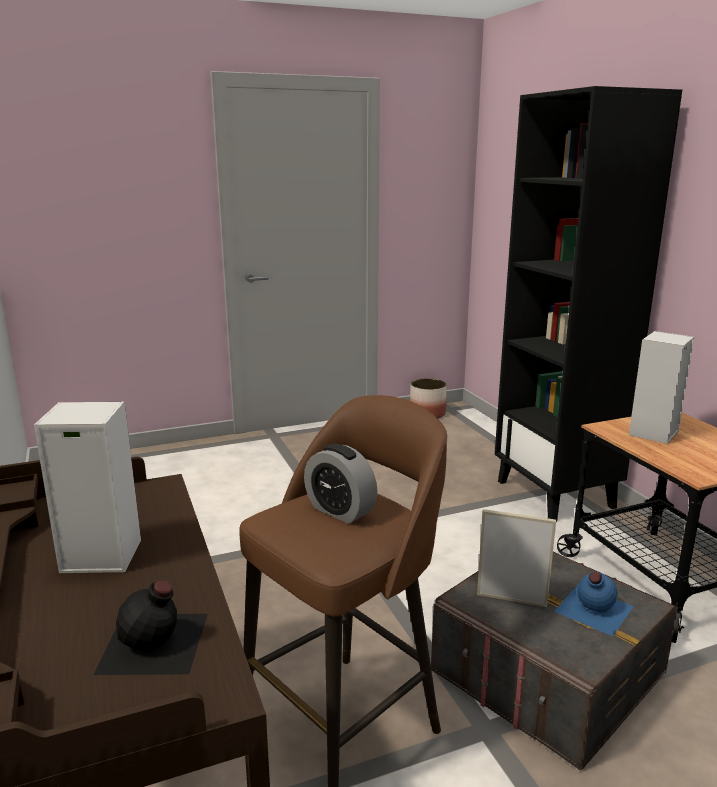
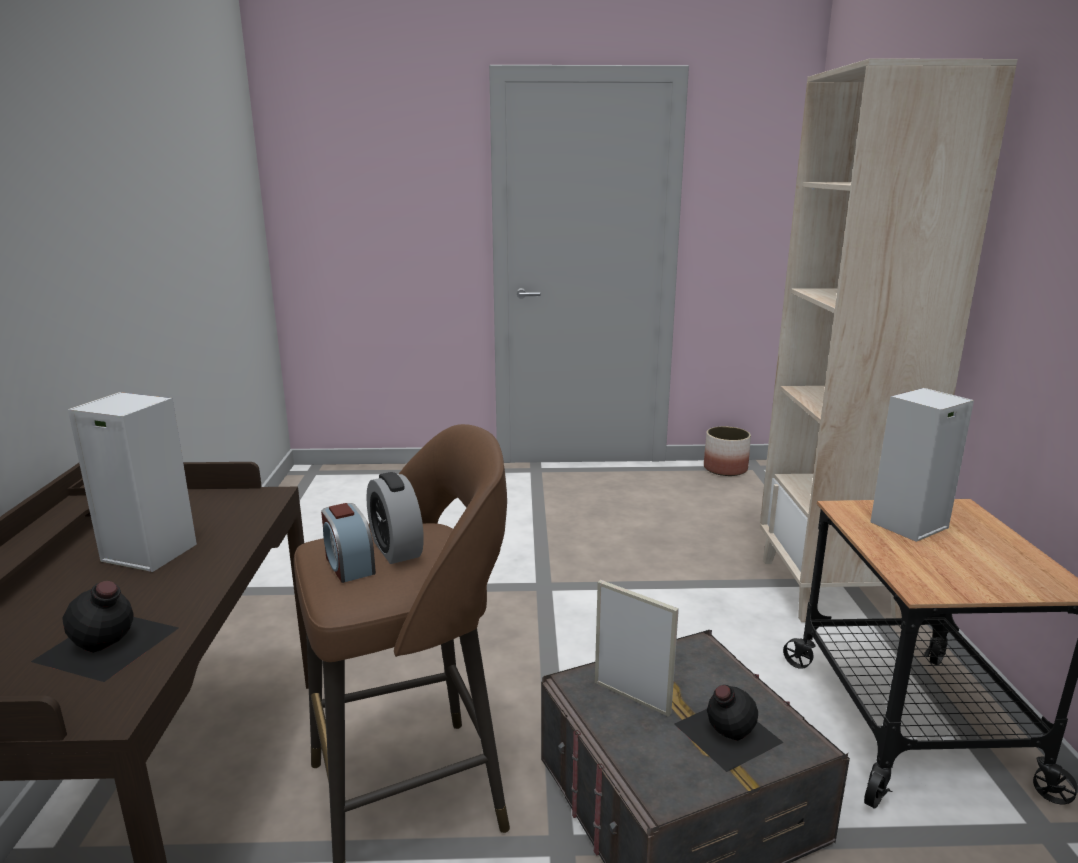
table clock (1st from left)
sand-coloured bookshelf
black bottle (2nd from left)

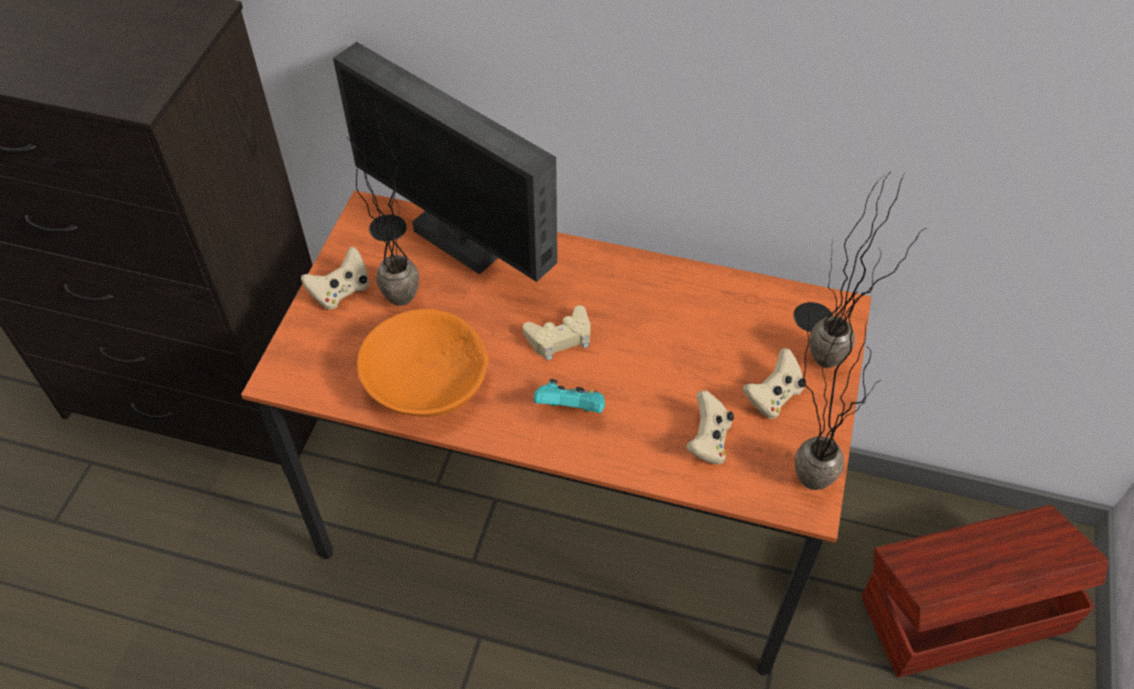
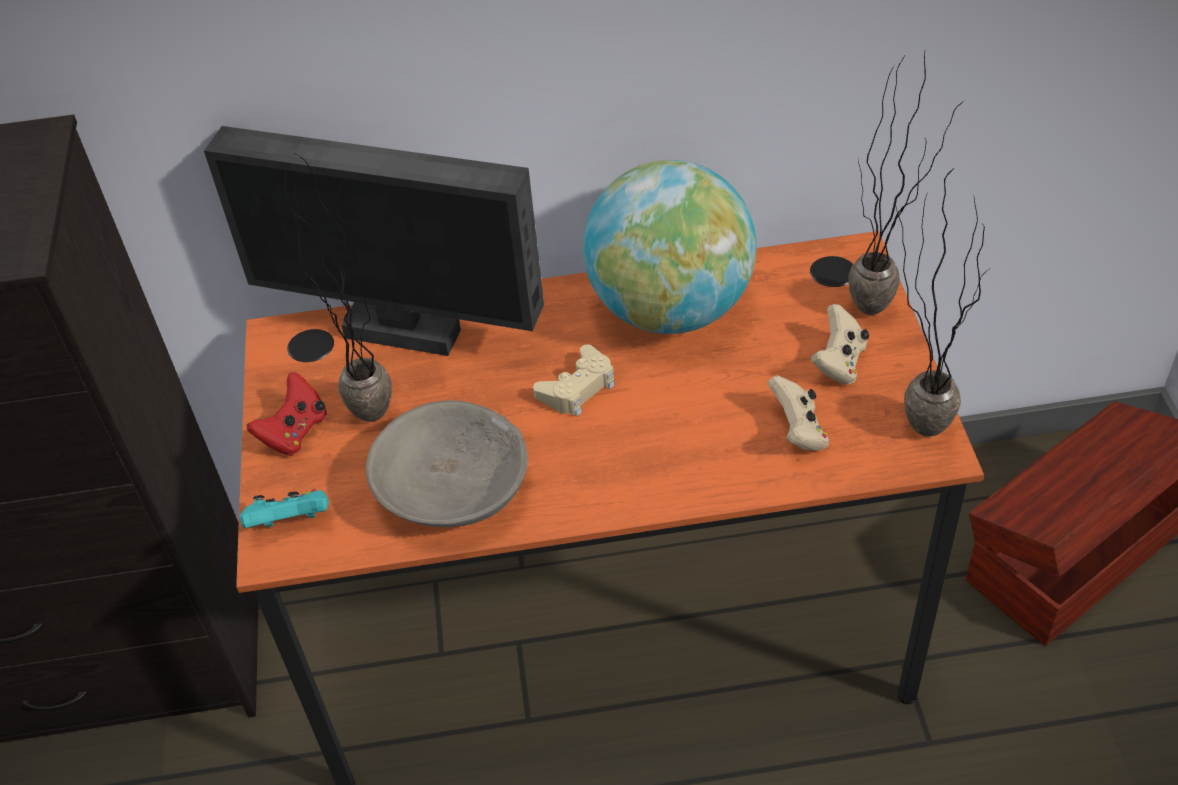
desk globe
blue-green joypad
red-coloured joypad
grey deep dish

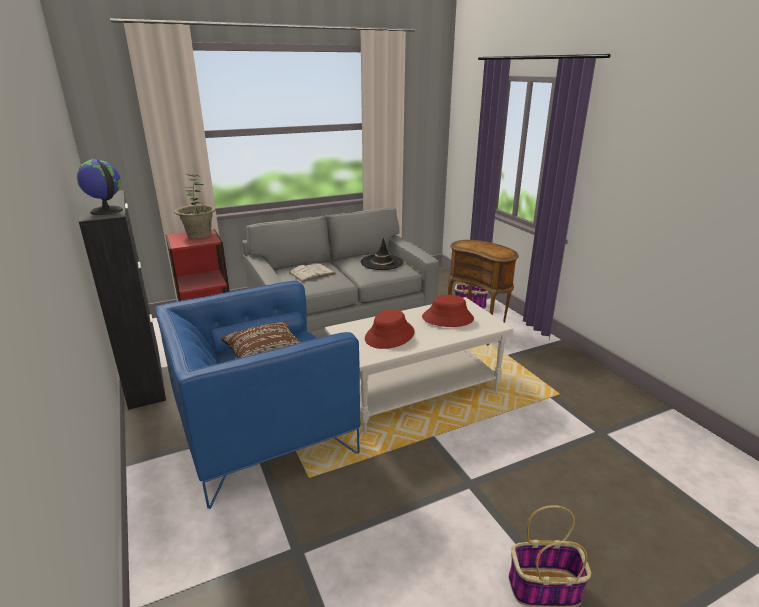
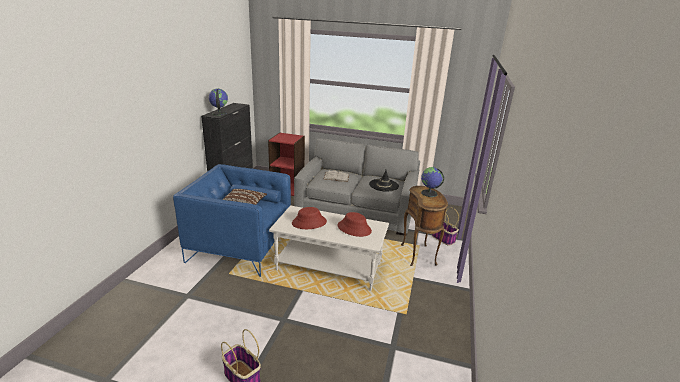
plant in a pot
desk globe (2nd from left)

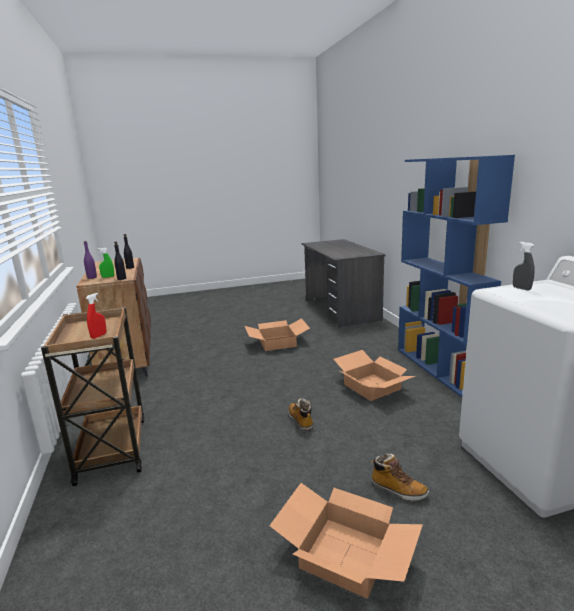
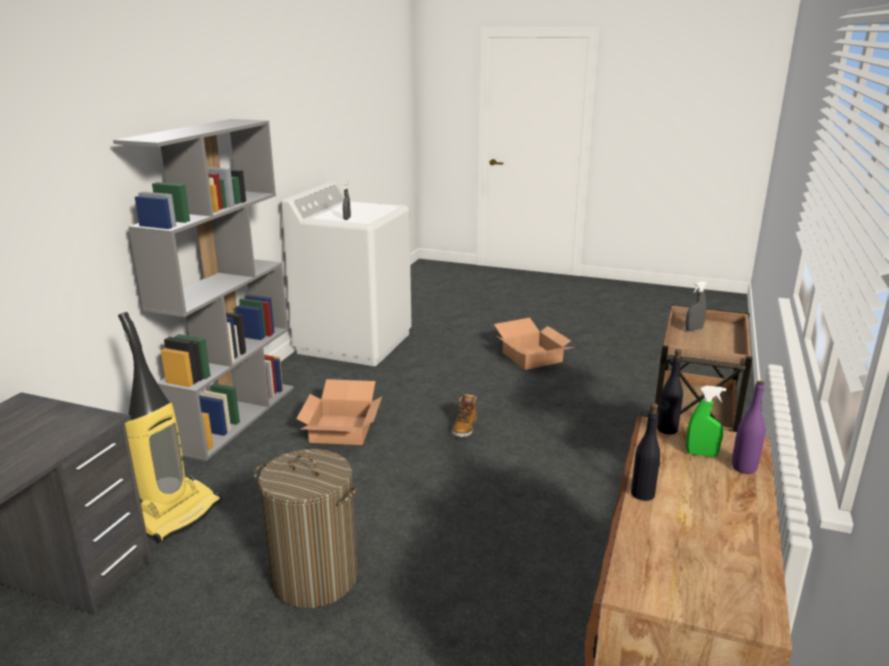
tall boot (2nd from left in the first image)
vacuum cleaner
hamper
grey sprayer (2nd from left)
grey bookshelf

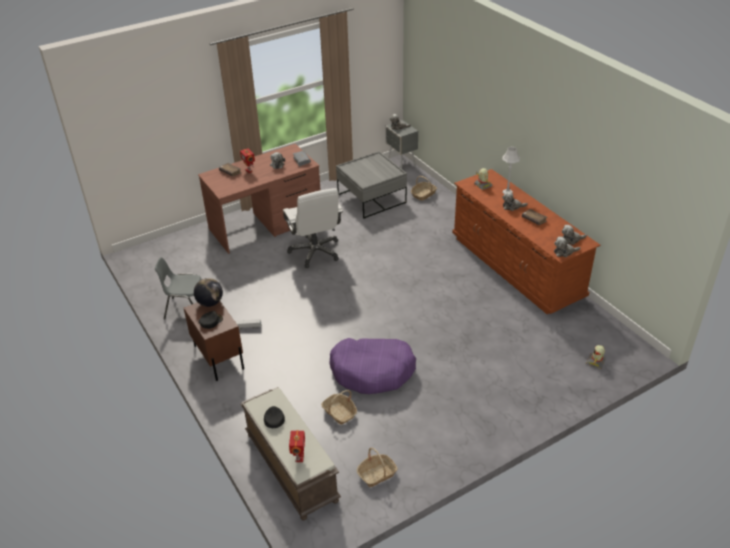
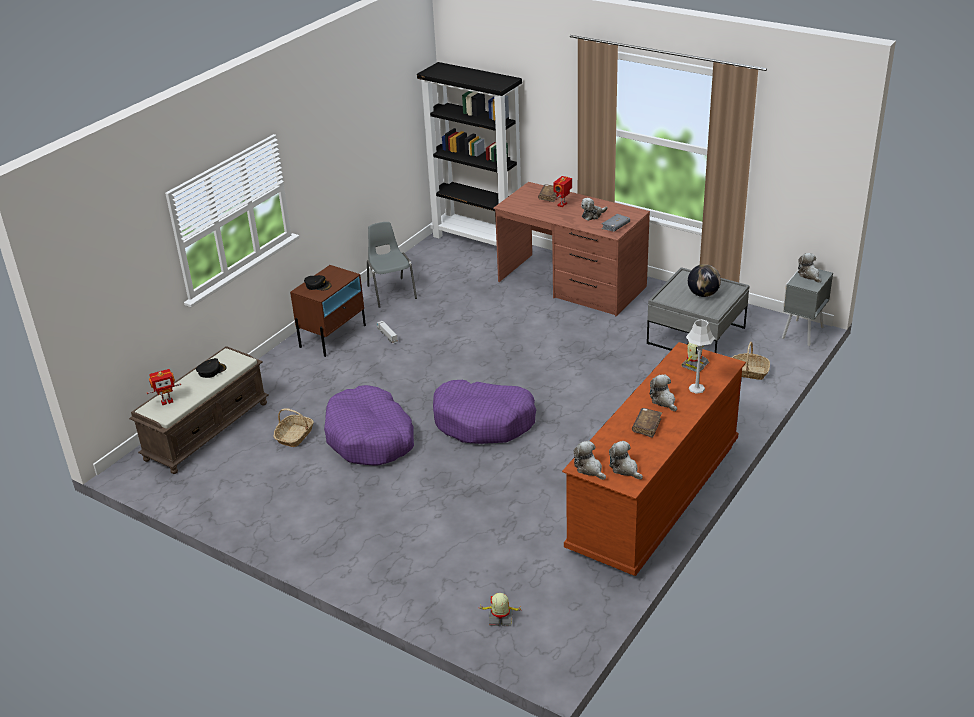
white desk chair
household basket (2nd from left in the first image)
black bookshelf
purplish dog bed (2nd from left)
desk globe

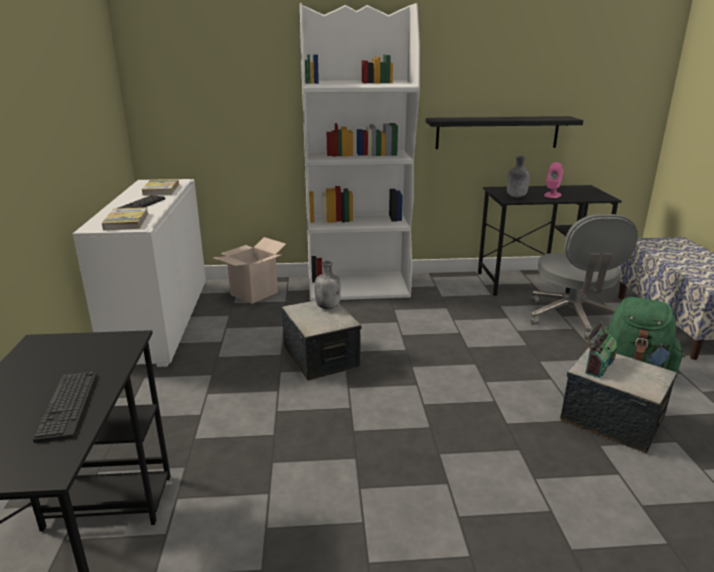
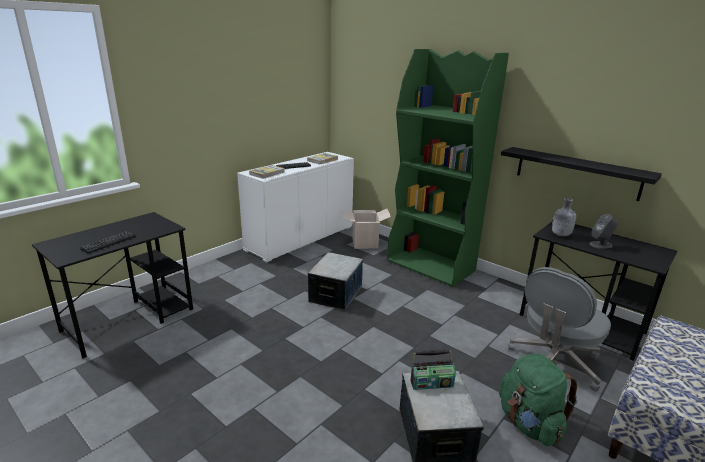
grey bottle (1st from left in the first image)
greenish bookshelf
grey speaker

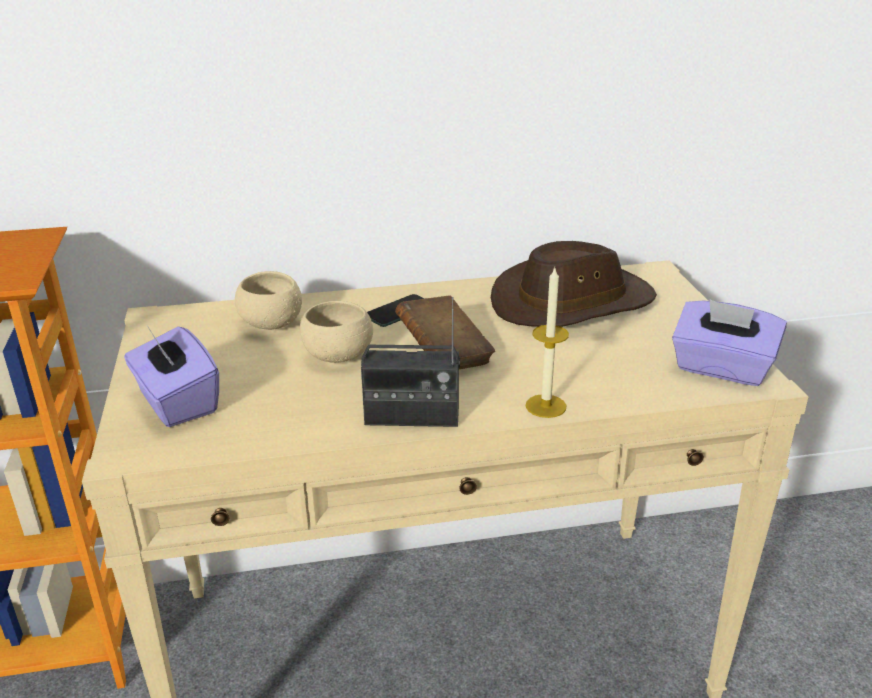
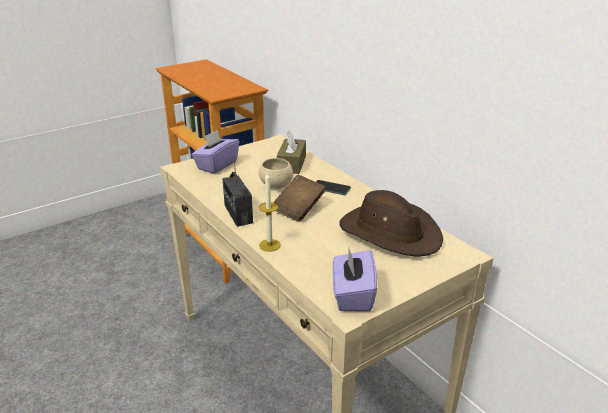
brown-coloured tissue holder

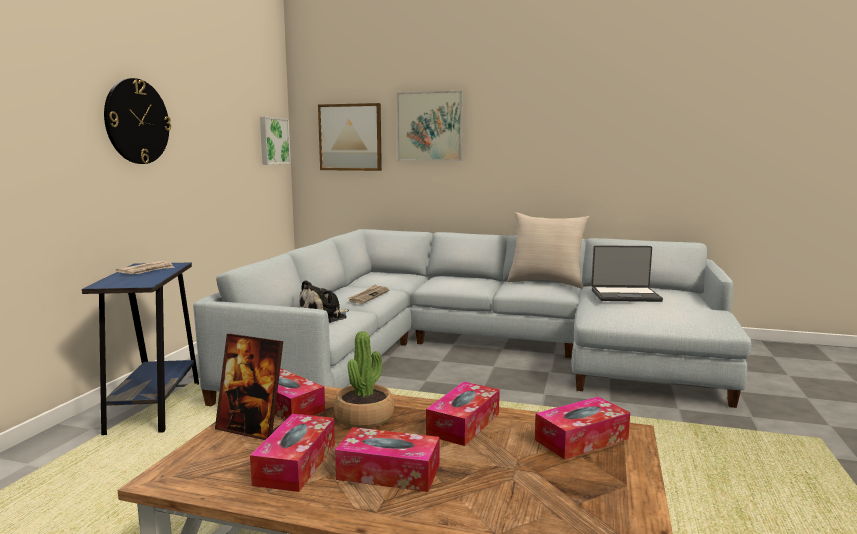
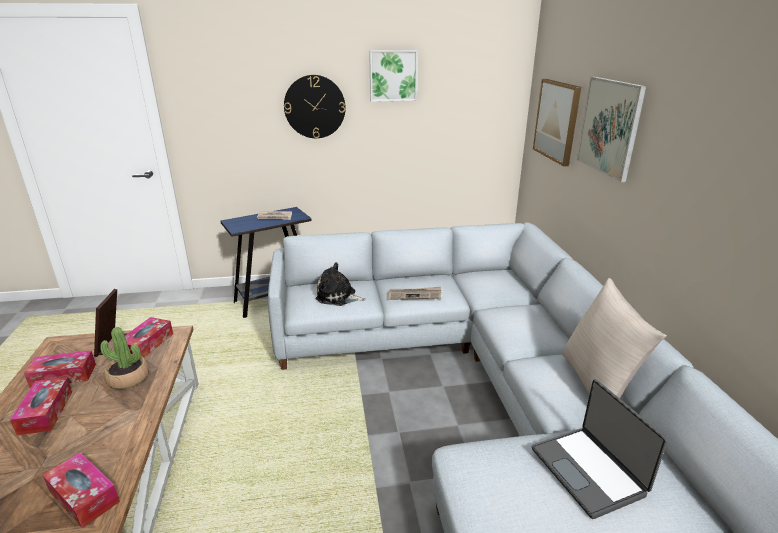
tissue holder (4th from left in the first image)
wall picture (1st from left)

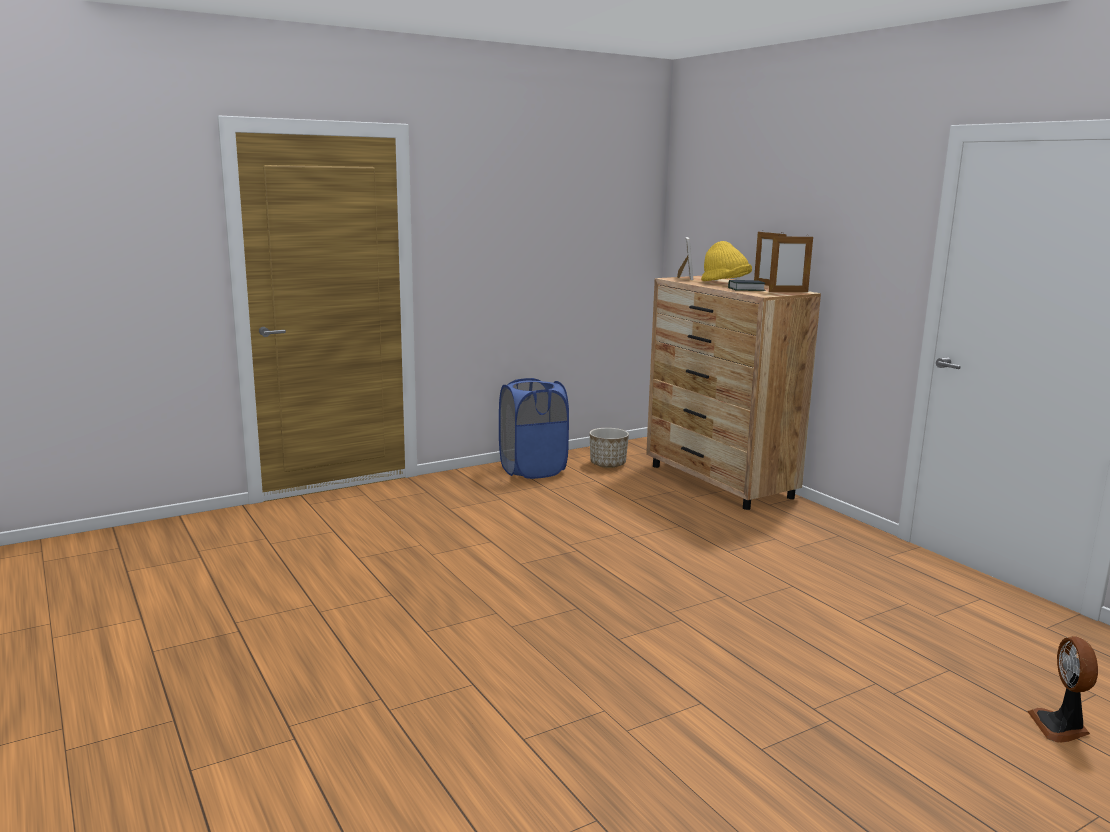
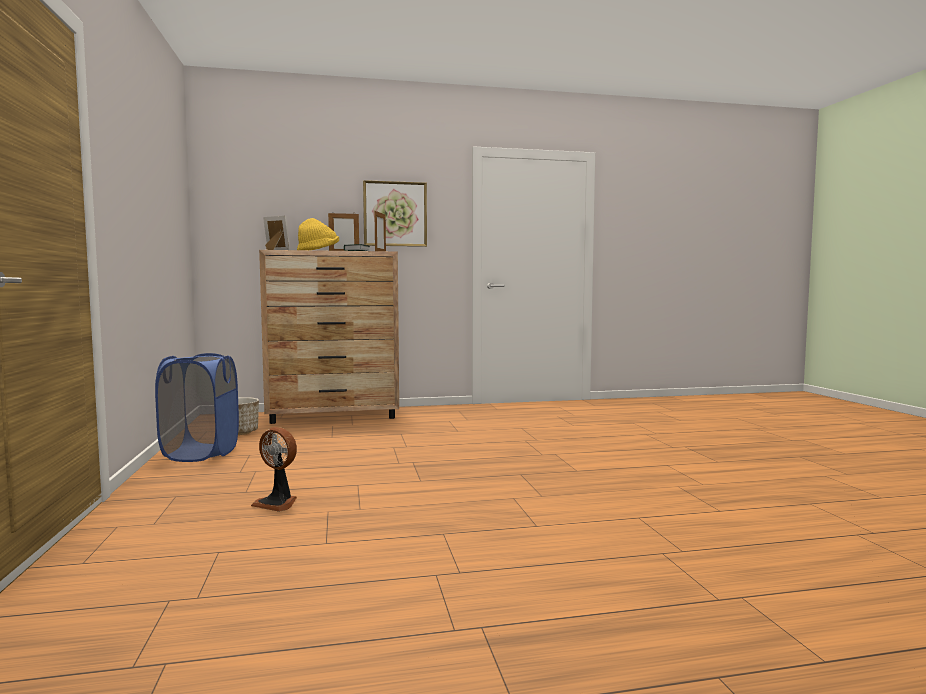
wall picture
electric fan

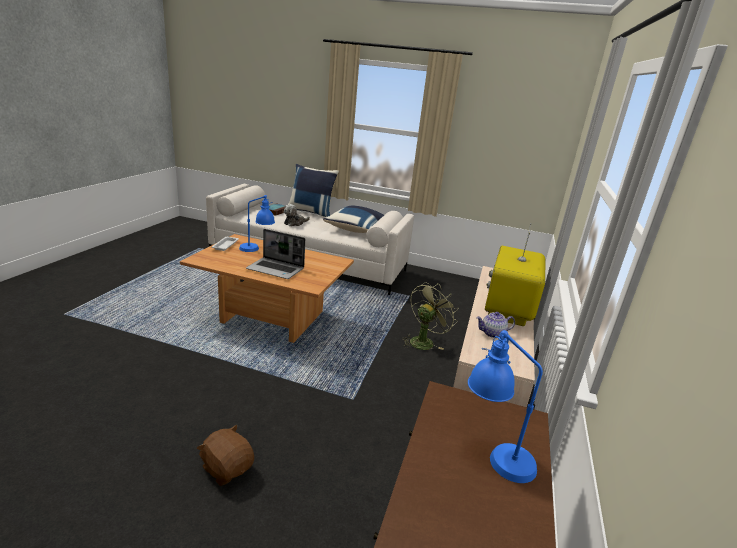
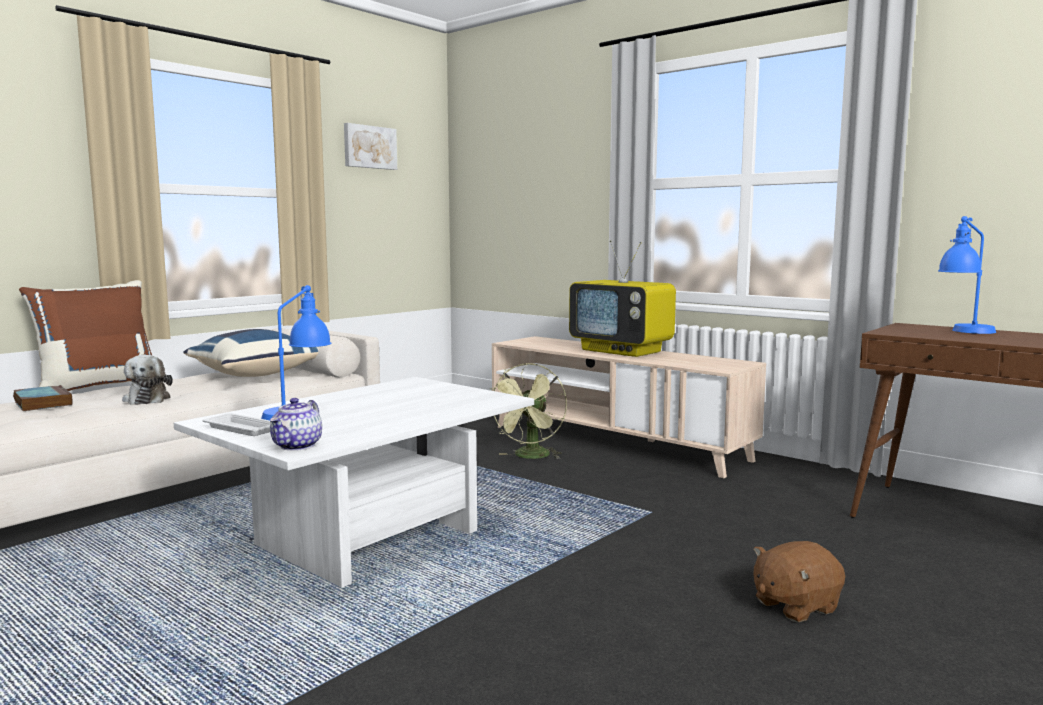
laptop
wall picture
teapot
white coffee table
brown-coloured cushion
greenish electric fan

